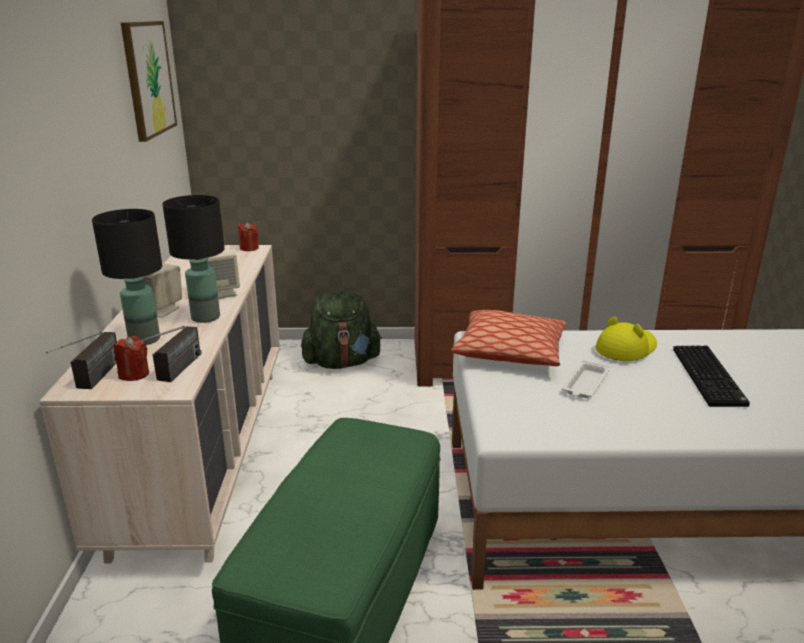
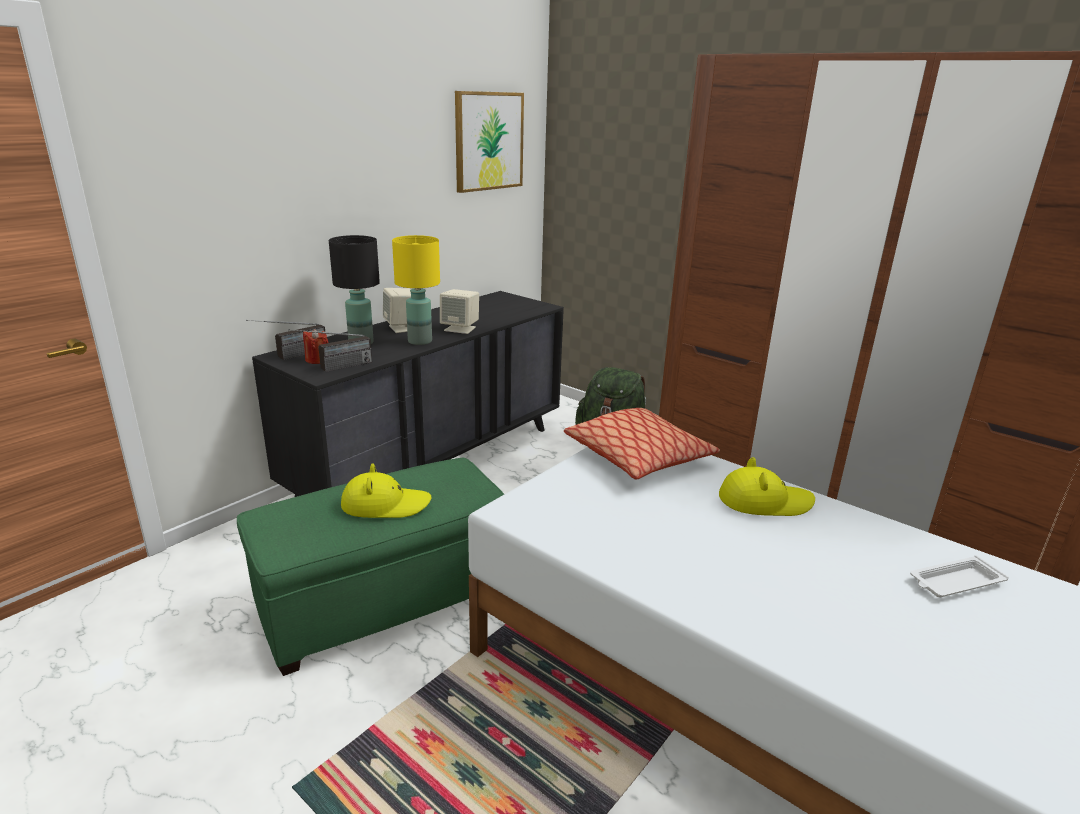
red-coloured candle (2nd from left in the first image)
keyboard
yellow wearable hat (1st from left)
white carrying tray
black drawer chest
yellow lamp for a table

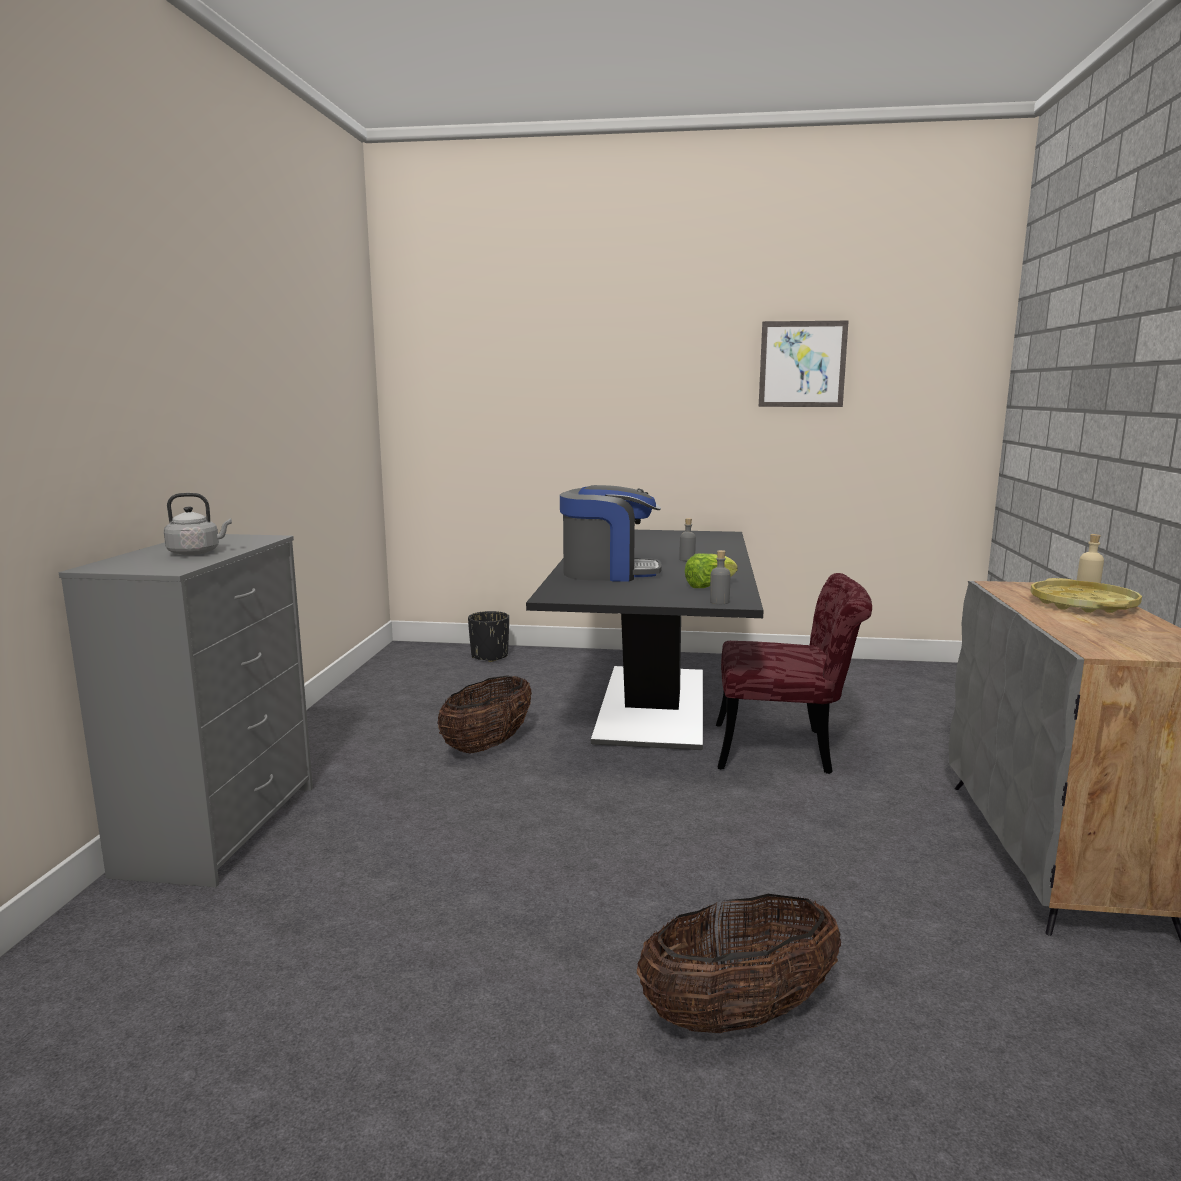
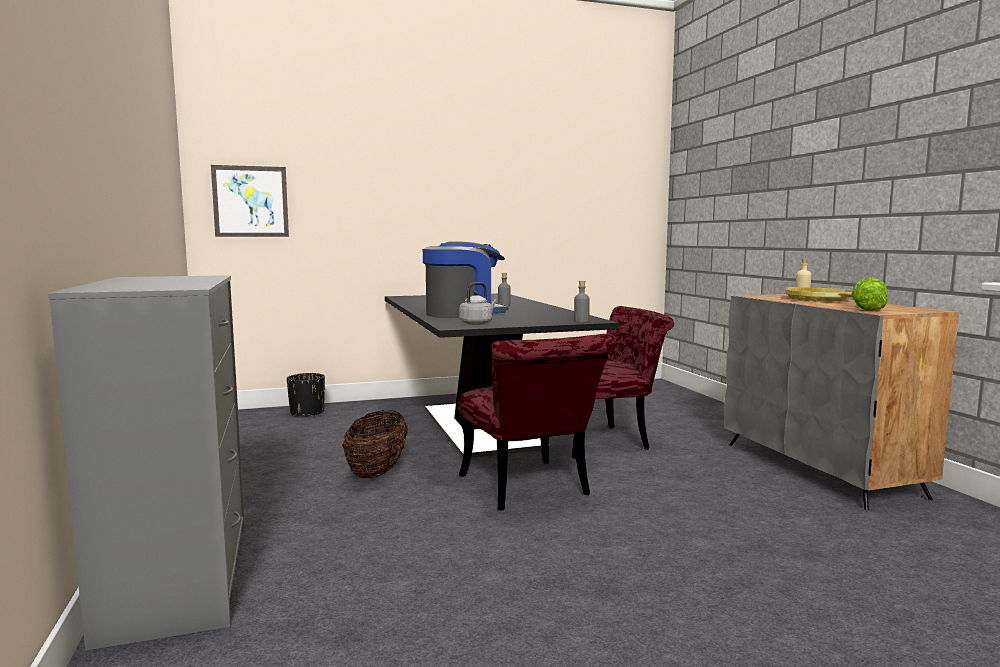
household basket (2nd from left in the first image)
red-coloured plain chair (1st from left)
grey water kettle
head of lettuce
wall picture

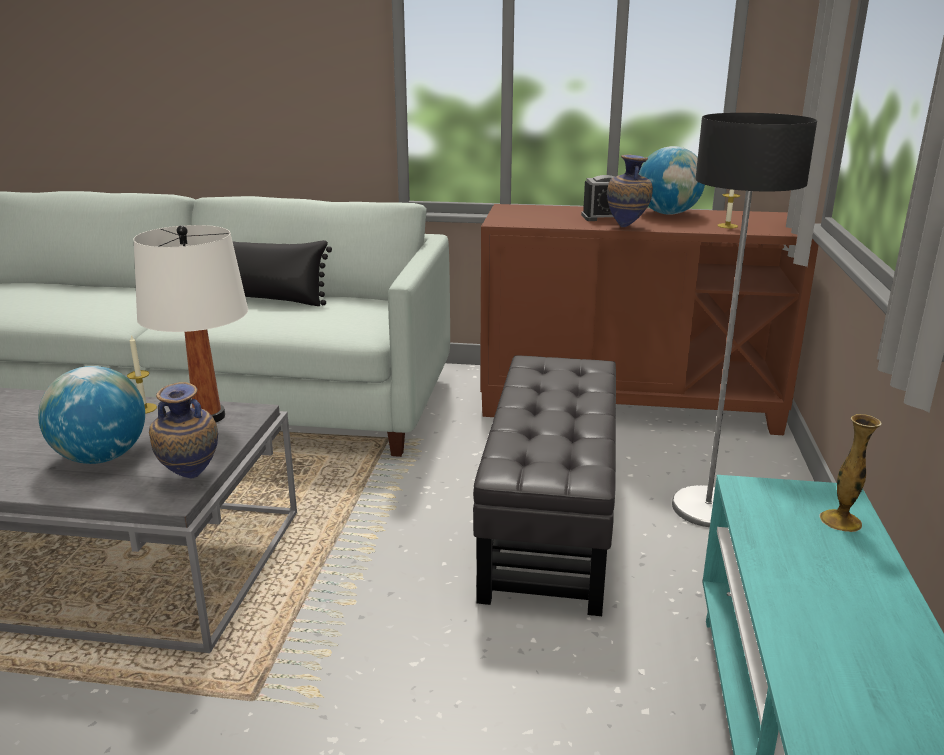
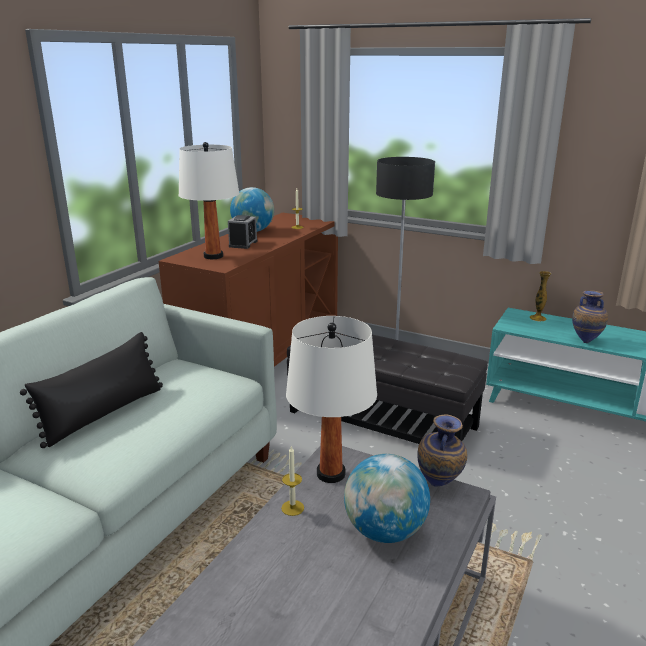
white lamp for a table (1st from left)
vase (3rd from left)

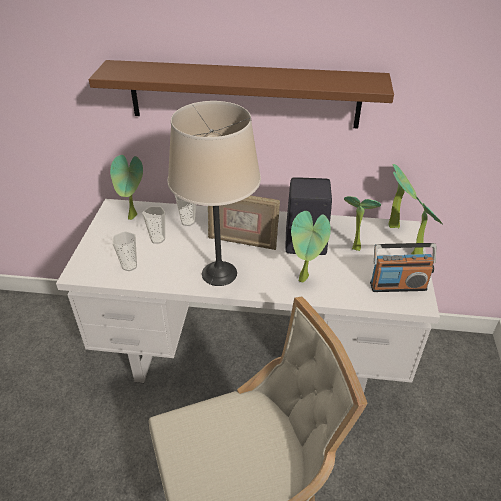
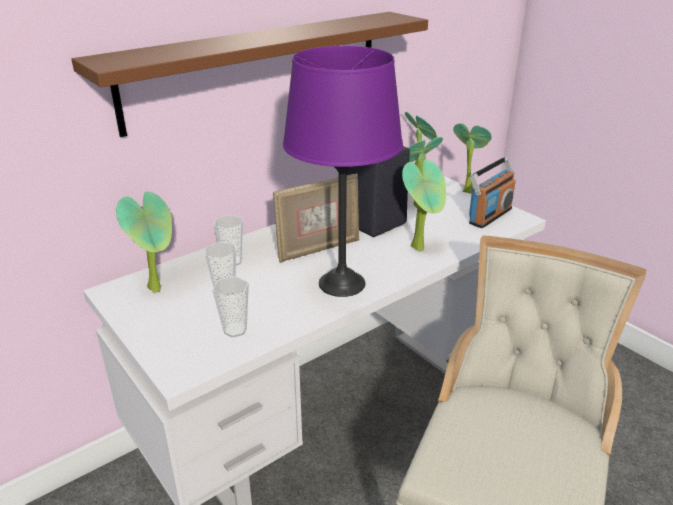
purplish lamp for a table

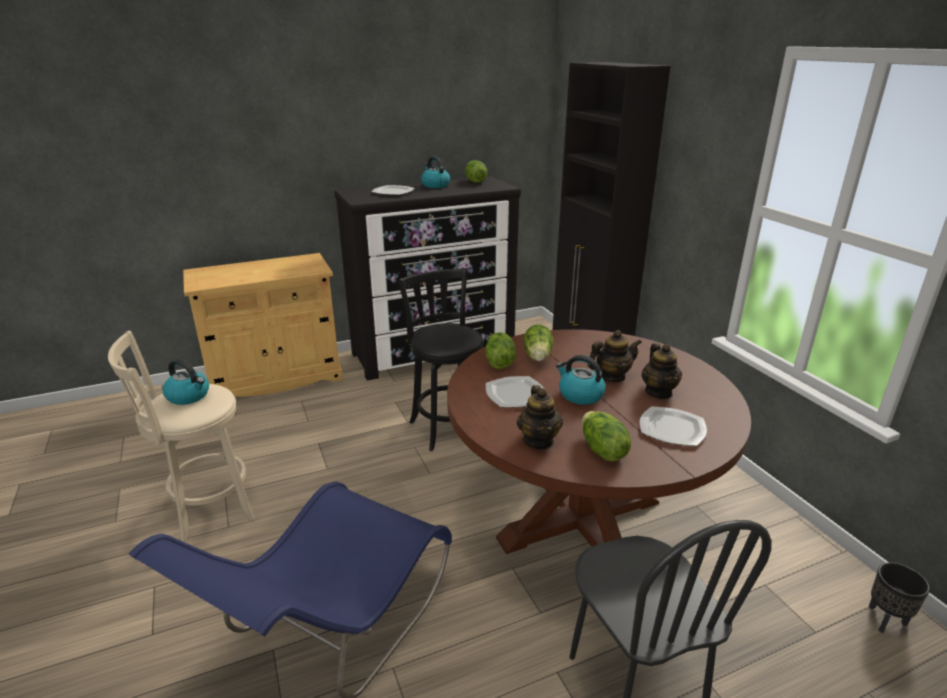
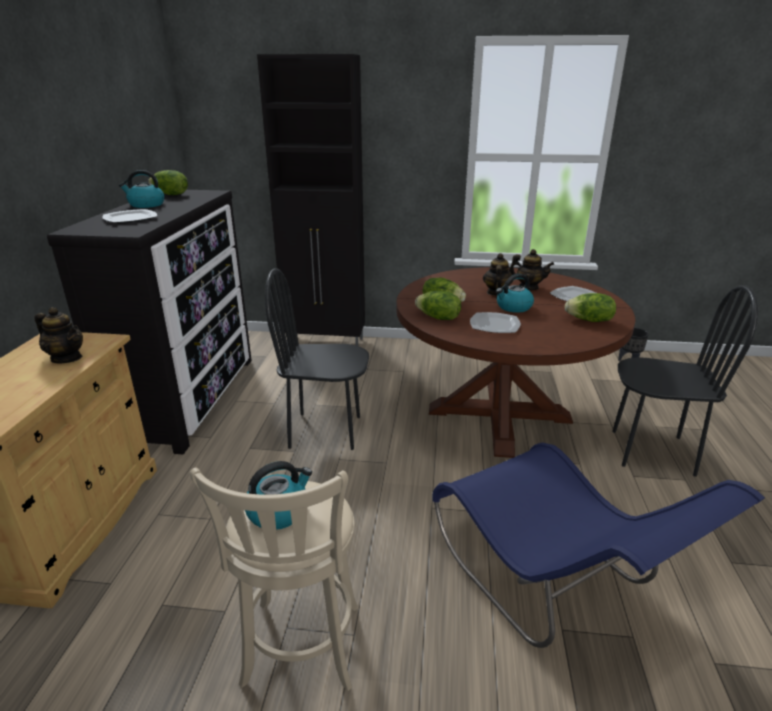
teapot (1st from left)
black plain chair (1st from left)

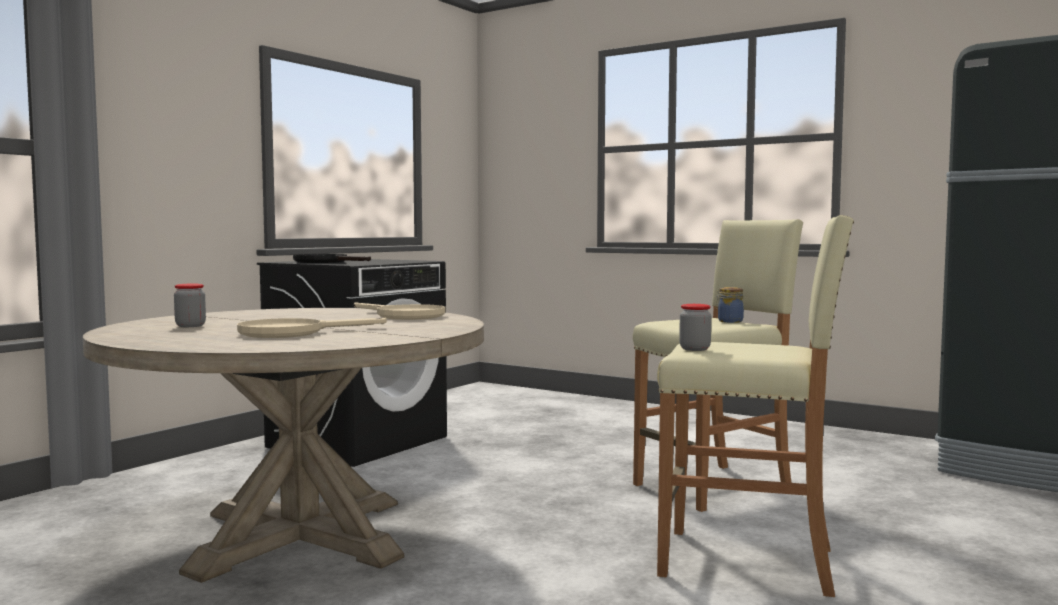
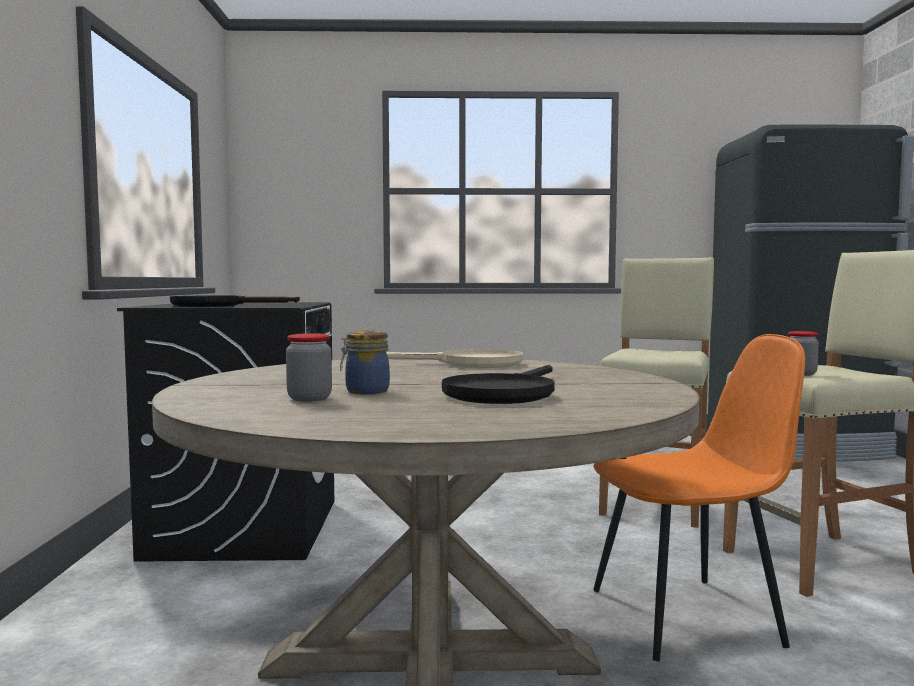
orange-coloured plain chair
preserve jar (2nd from left)
black skillet (2nd from left)

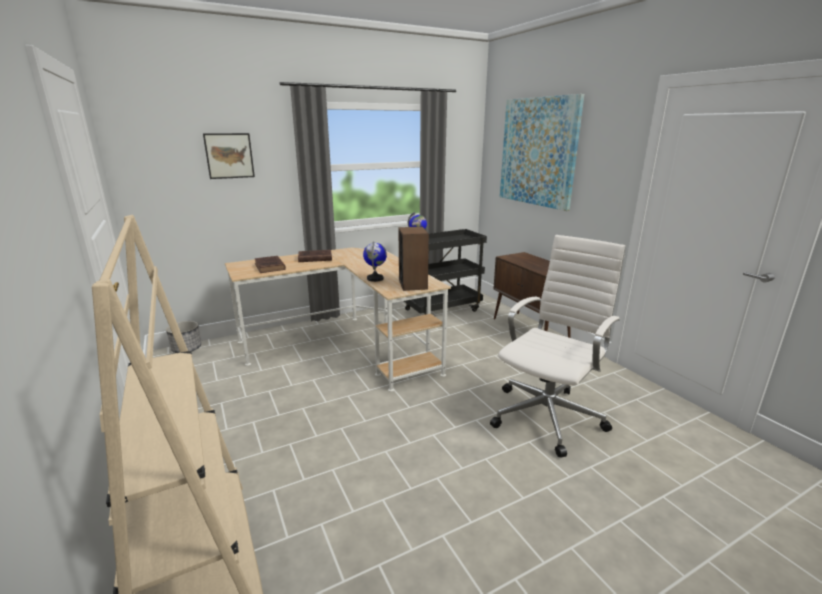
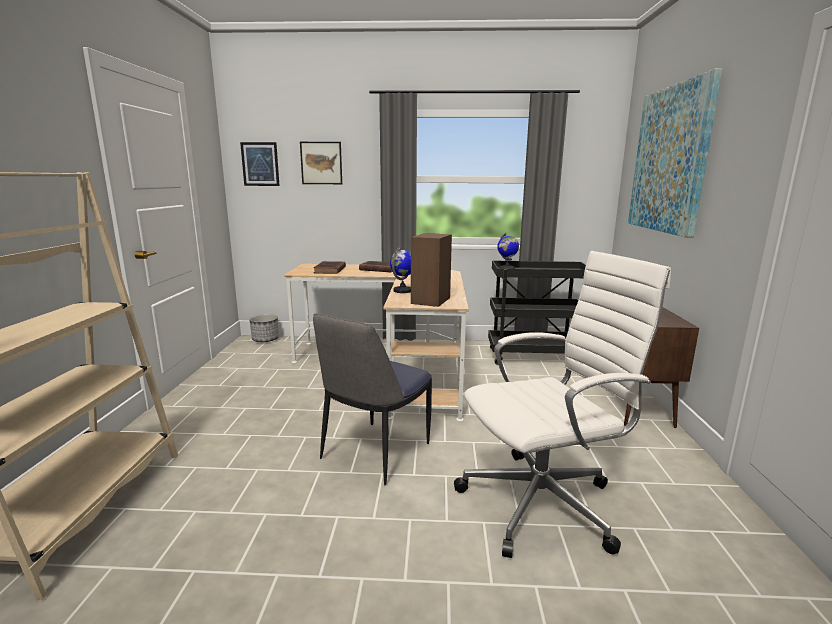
wall picture (1st from left)
plain chair

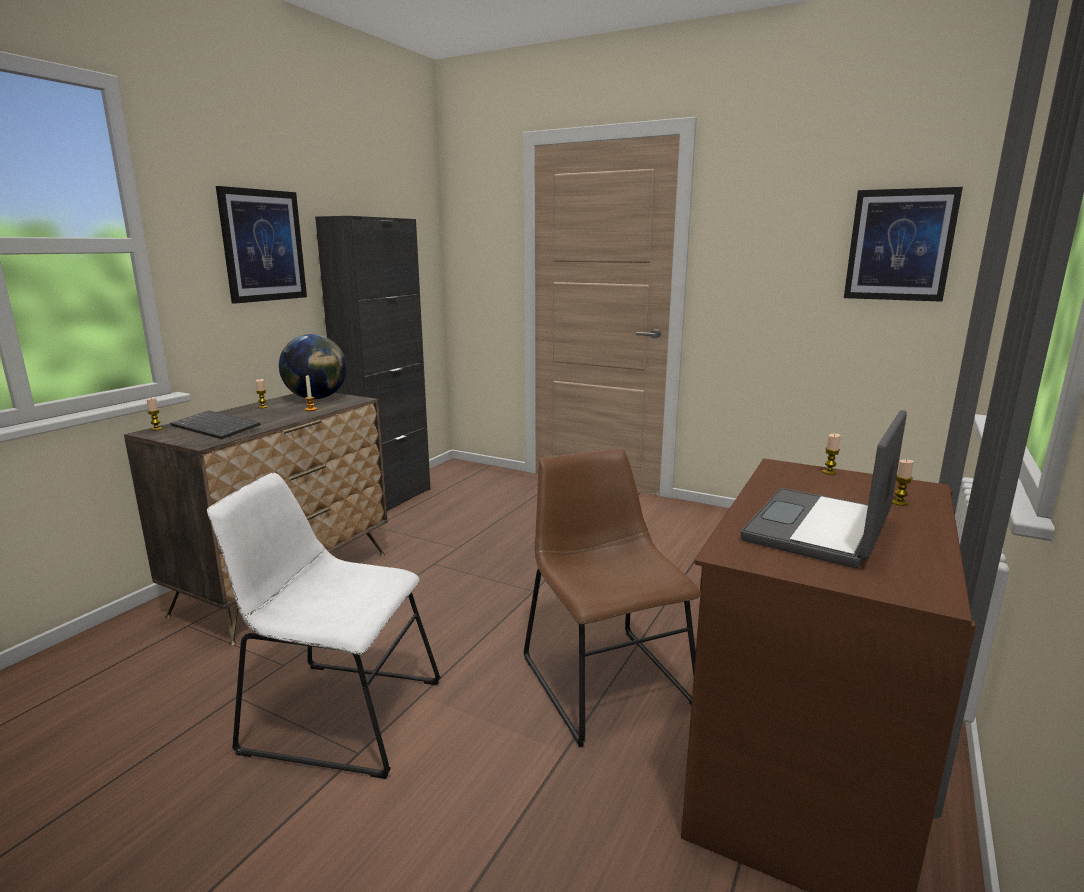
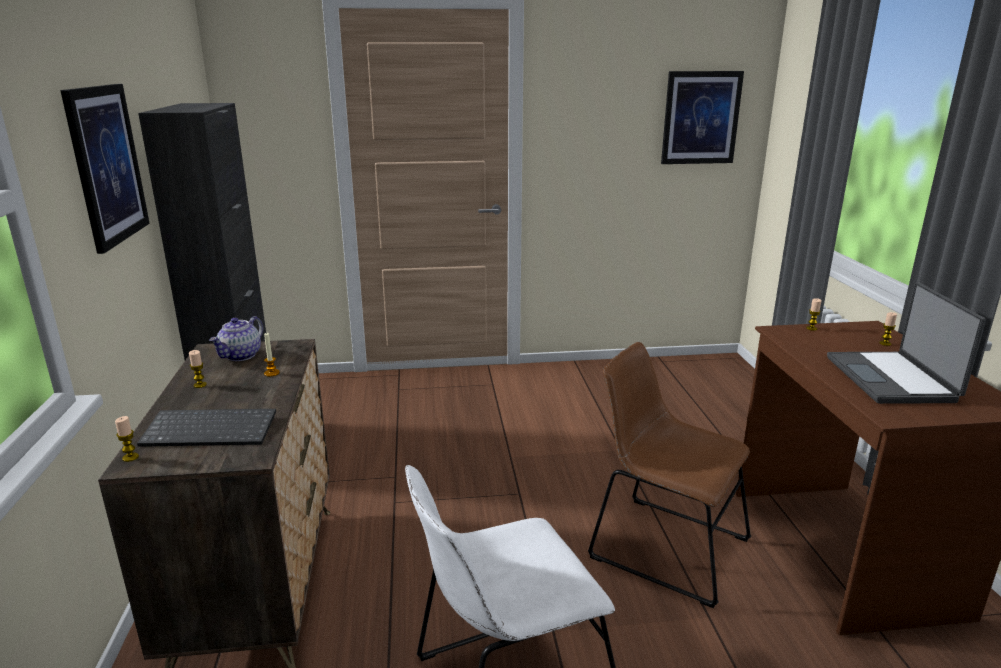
teapot

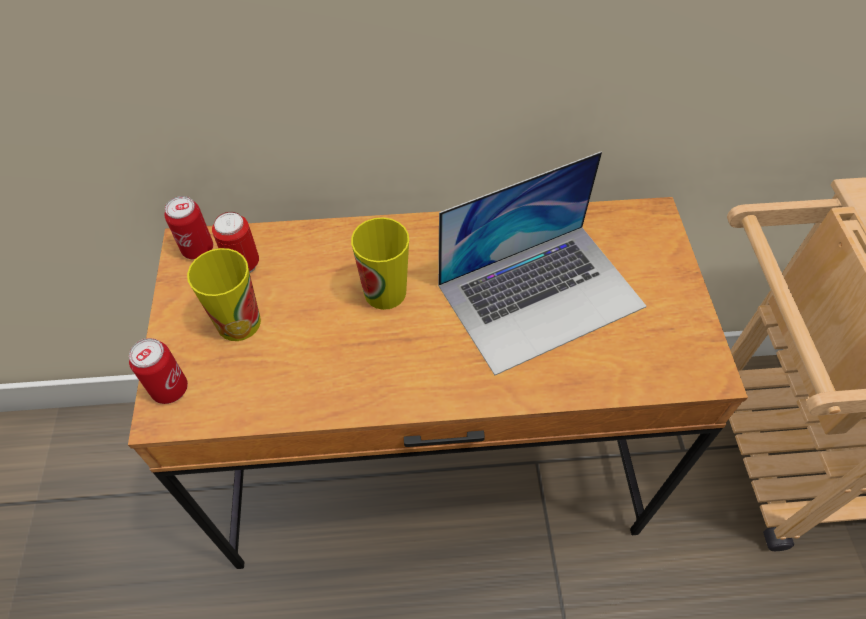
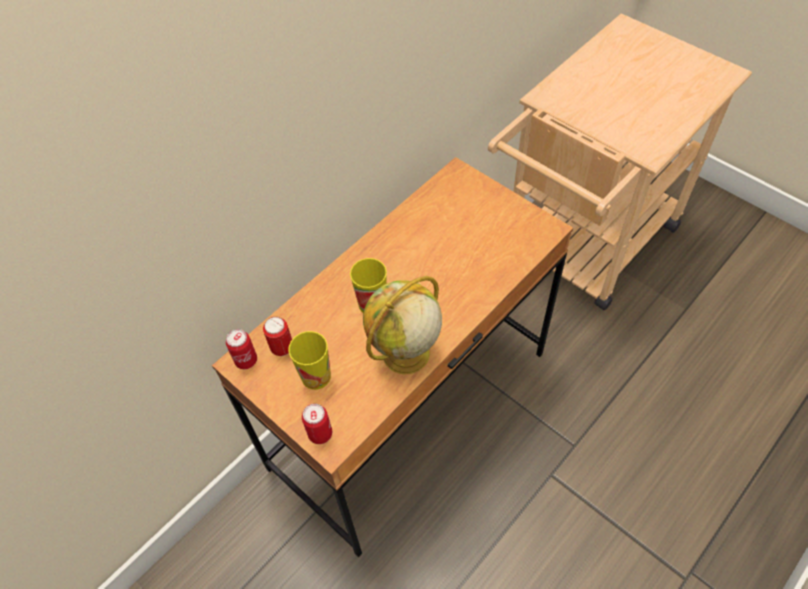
laptop
desk globe

